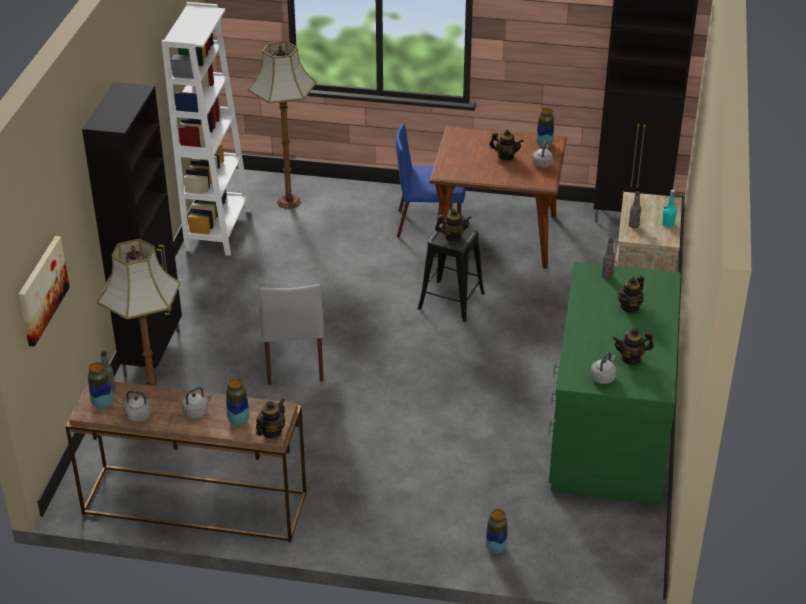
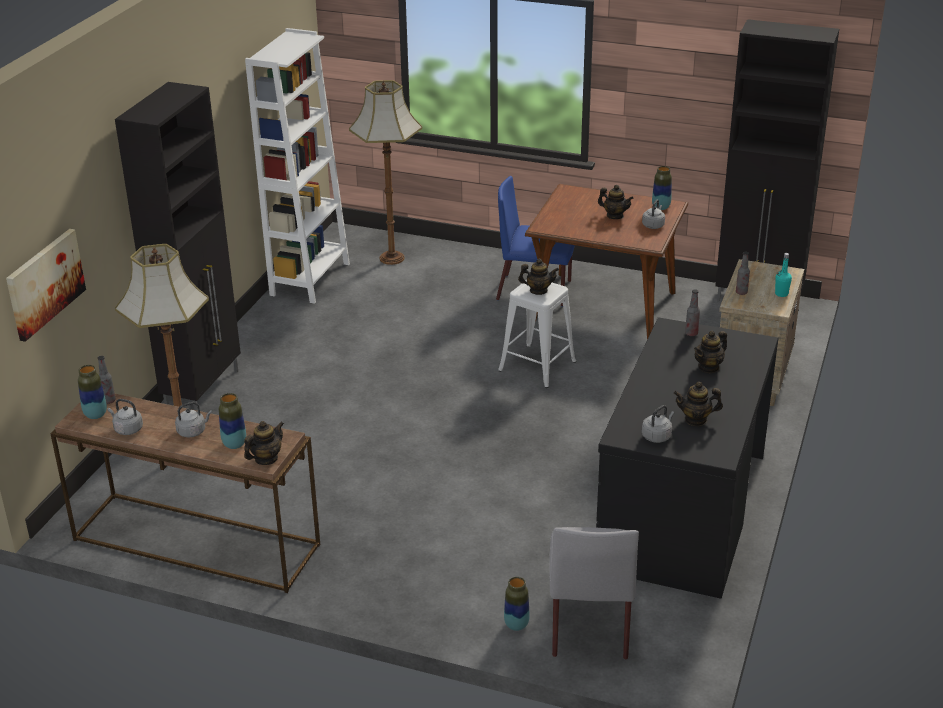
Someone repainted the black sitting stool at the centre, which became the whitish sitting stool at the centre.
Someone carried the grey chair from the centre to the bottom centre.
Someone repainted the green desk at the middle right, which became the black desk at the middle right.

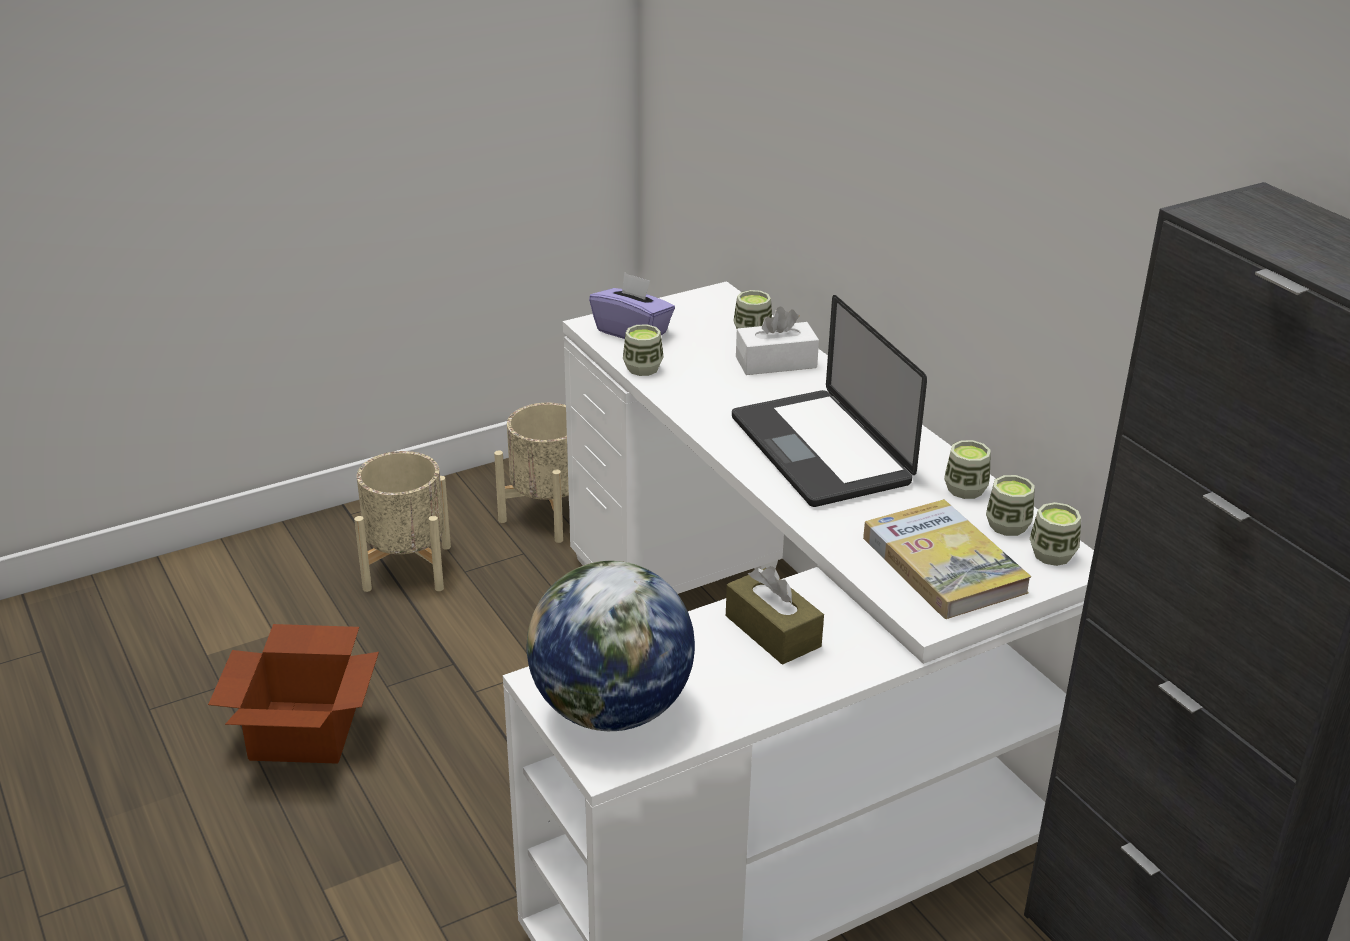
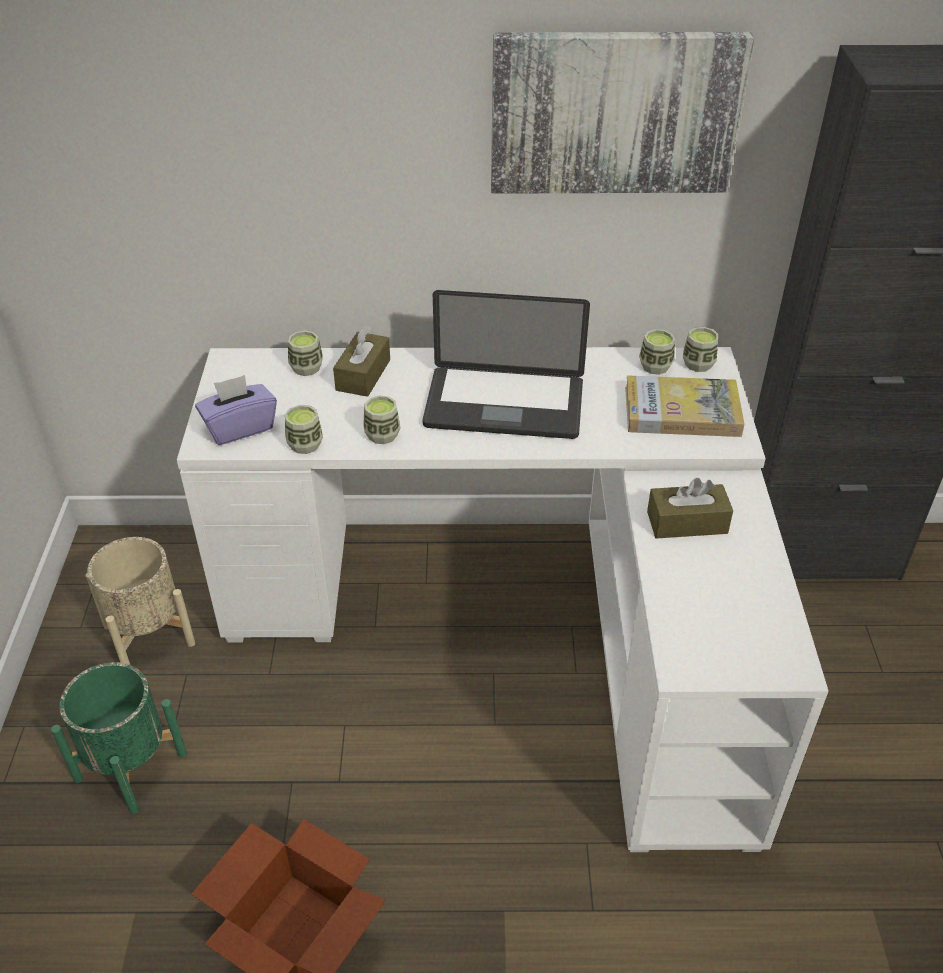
Someone repainted the sand-coloured flower pot (1st from left) at the middle left, which became the green flower pot at the bottom left.
Someone repainted the whitish tissue box at the centre, which became the brownish tissue box (1st from left) at the centre.
Someone carried the cup (3rd from left) from the middle right to the centre.
Someone put up the picture at the top centre.
Someone took away the globe at the bottom centre.

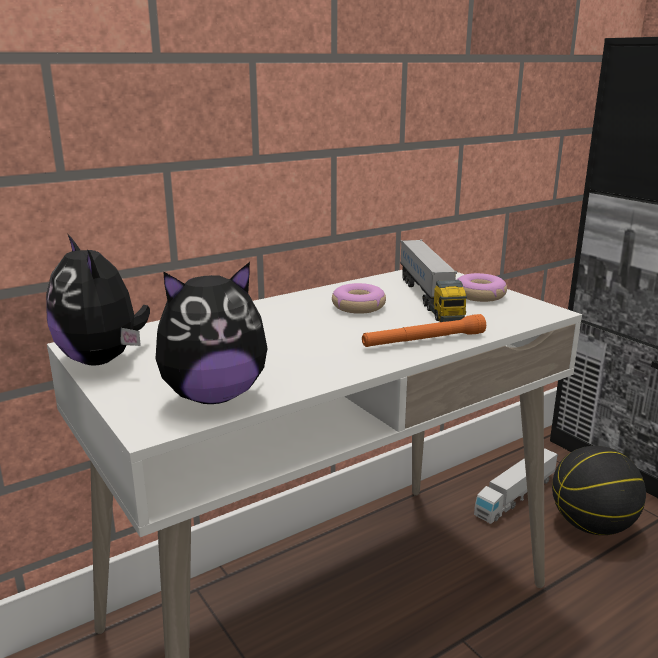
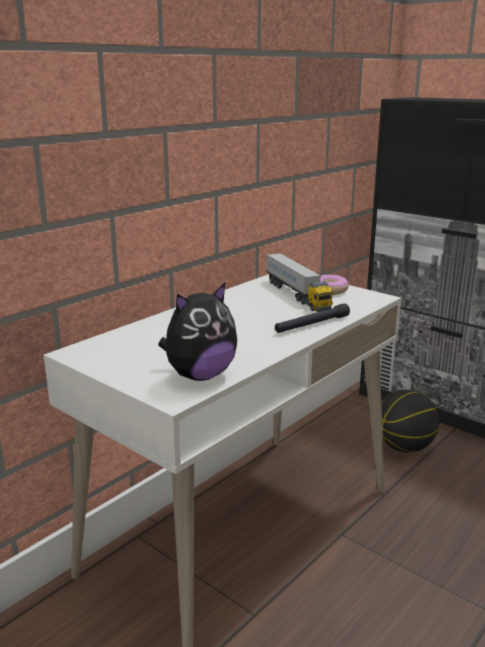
Someone repainted the orangey hand torch at the centre, which became the black hand torch at the centre.
Someone took away the cuddly toy (1st from left) at the middle left.
Someone took away the ring doughnut (1st from left) at the centre.
Someone took away the toy lorry (2nd from left) at the bottom right.

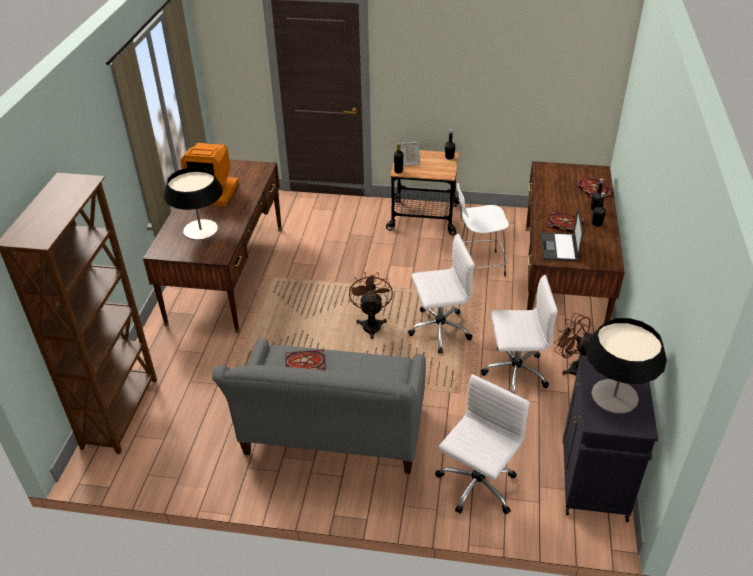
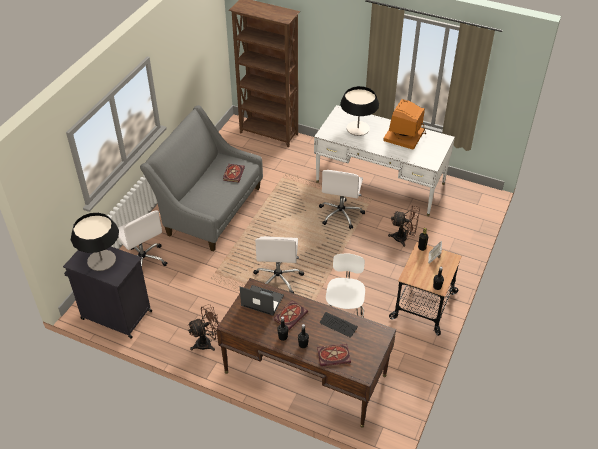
Someone repainted the brownish desk (1st from left) at the middle left, which became the whitish desk at the centre.
Someone carried the whitish desk chair (3rd from left) from the middle right to the centre.
Someone put down the computer keyboard at the bottom centre.
Someone carried the brownish cooling fan (1st from left in the first image) from the centre to the middle right.

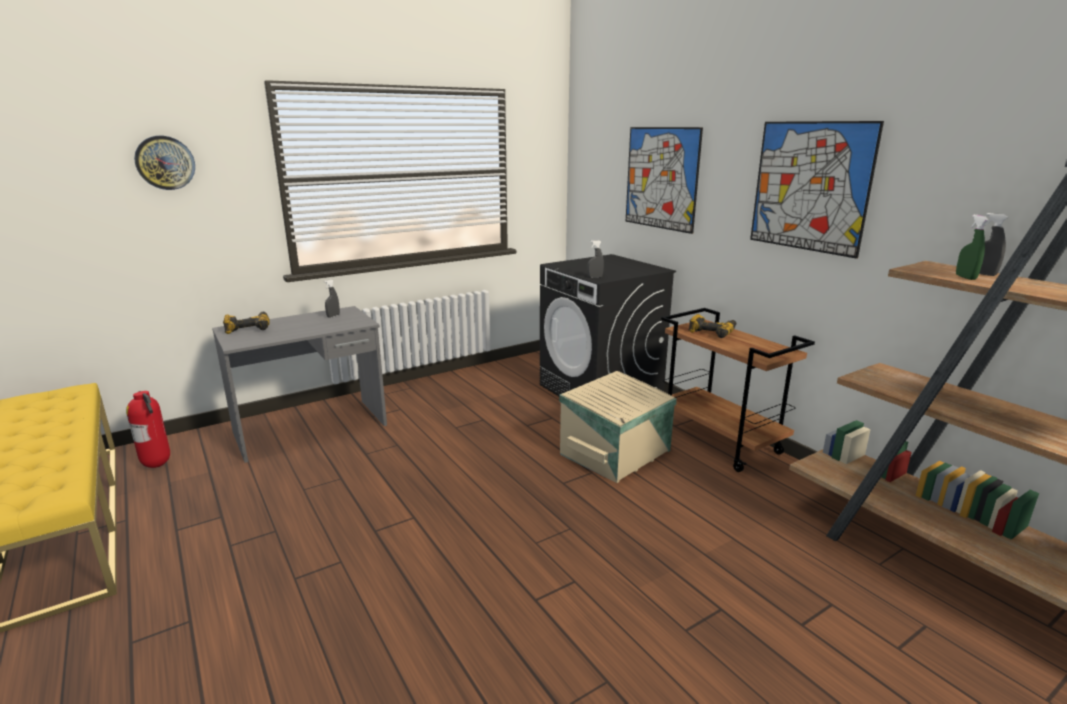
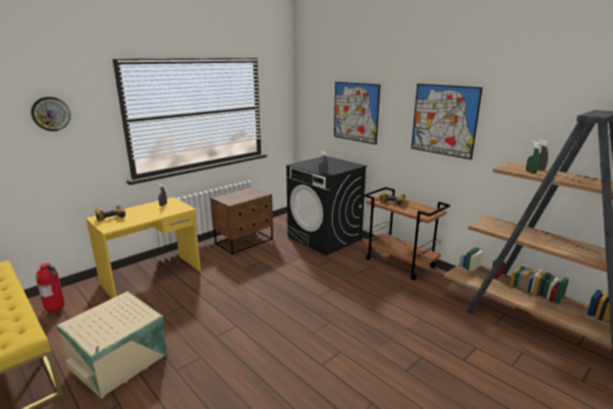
Someone carried the sand-coloured storage container from the centre to the bottom left.
Someone repainted the grey desk at the middle left, which became the yellow desk at the middle left.
Someone put down the brownish bedside table at the centre.

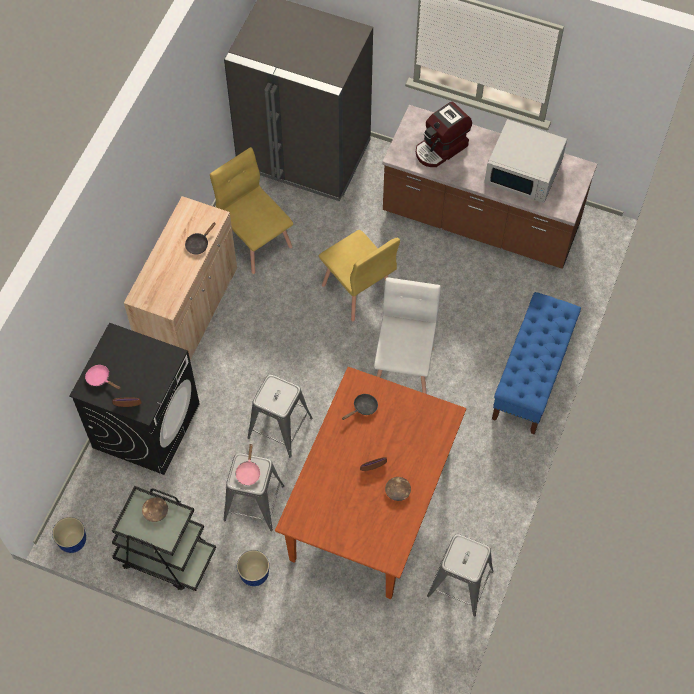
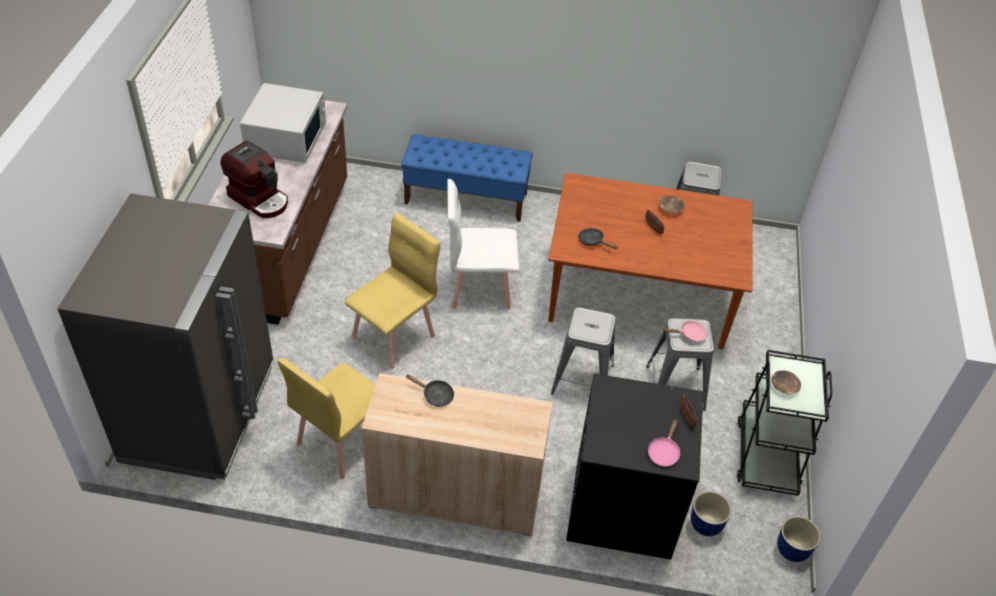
Someone carried the flower pot (2nd from left in the first image) from the bottom centre to the bottom right.

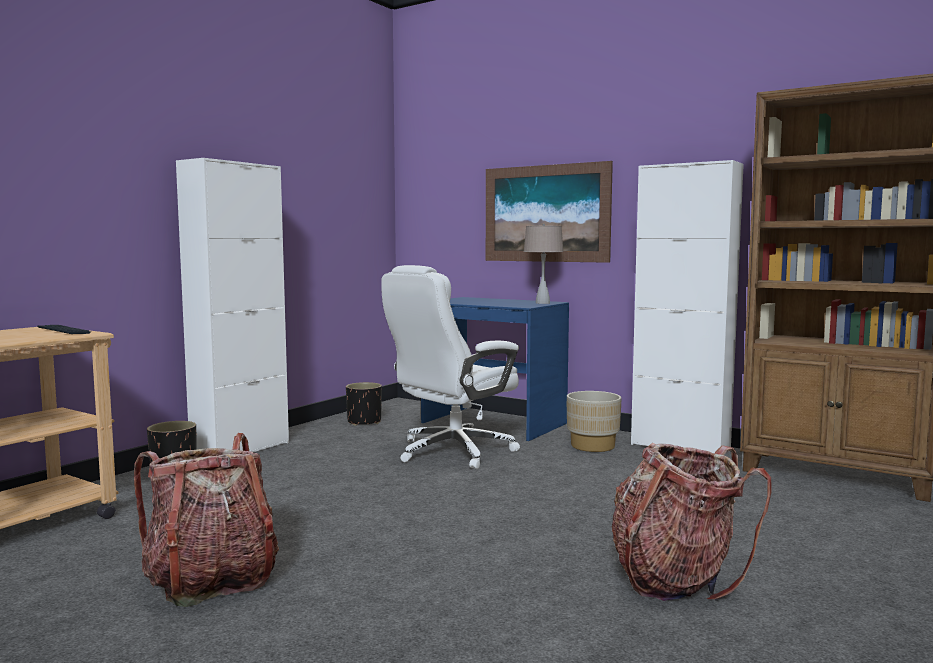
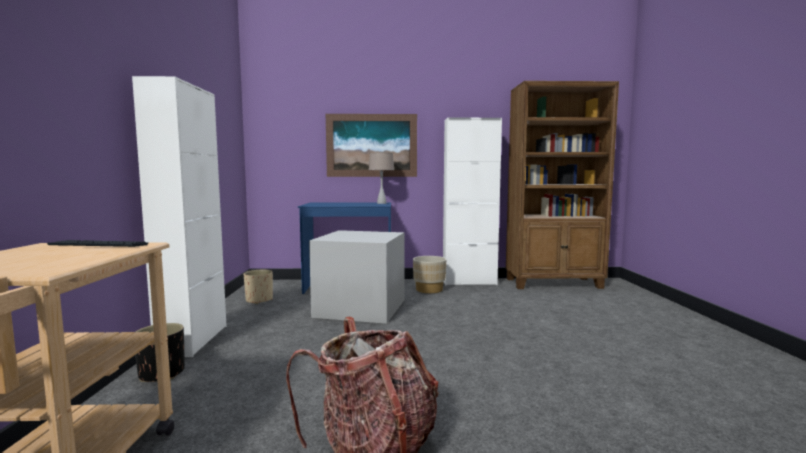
Someone repainted the black flower pot (2nd from left) at the centre, which became the sand-coloured flower pot (1st from left) at the middle left.
Someone swapped the whitish desk chair at the centre for the grey storage container at the centre.
Someone took away the backpack (2nd from left) at the bottom right.

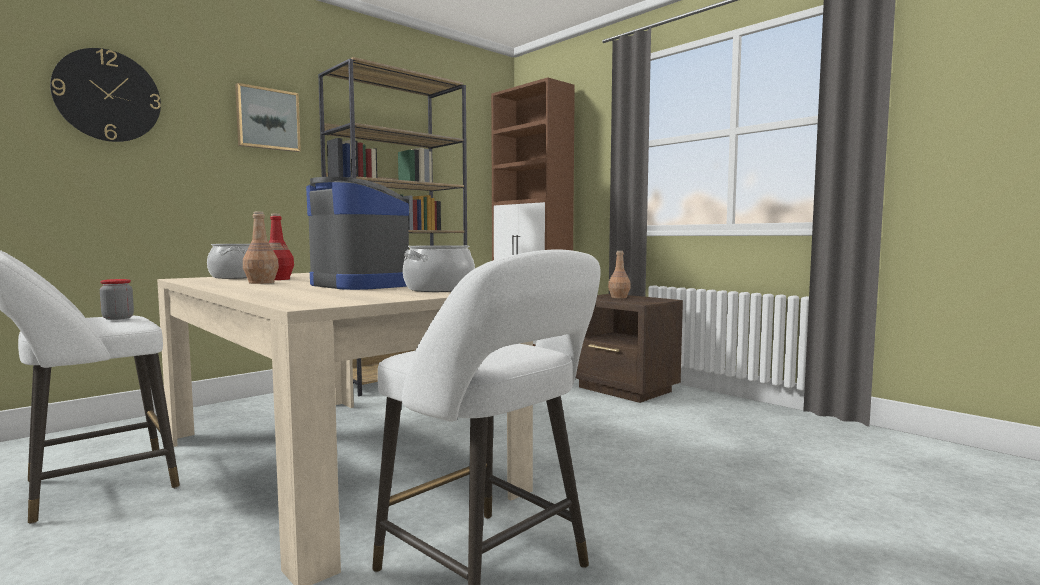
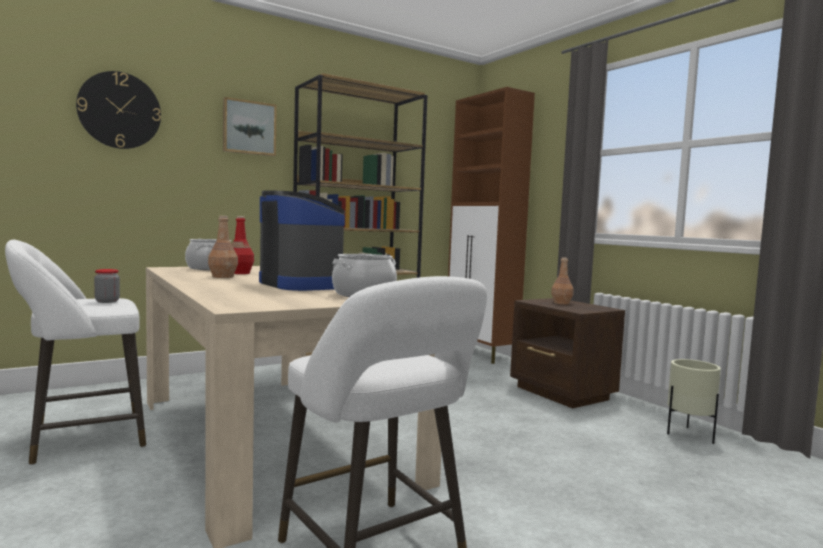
Someone put down the sand-coloured flower pot at the bottom right.

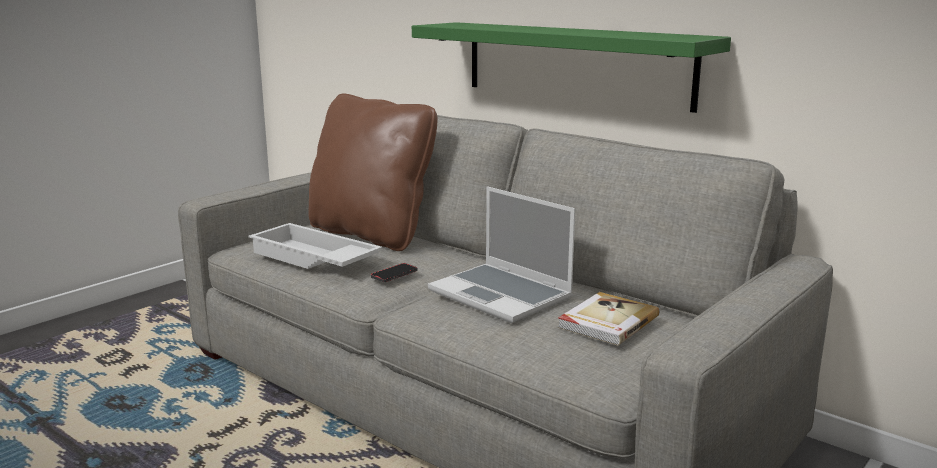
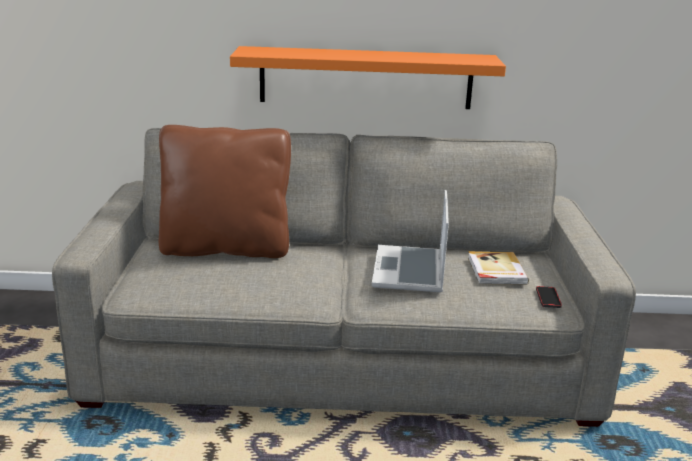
Someone repainted the green shelf at the top centre, which became the orangey shelf at the top centre.
Someone rotated the portable computer at the centre by 90 degrees clockwise.
Someone carried the phone from the centre to the middle right.
Someone took away the whitish carrying tray at the centre.

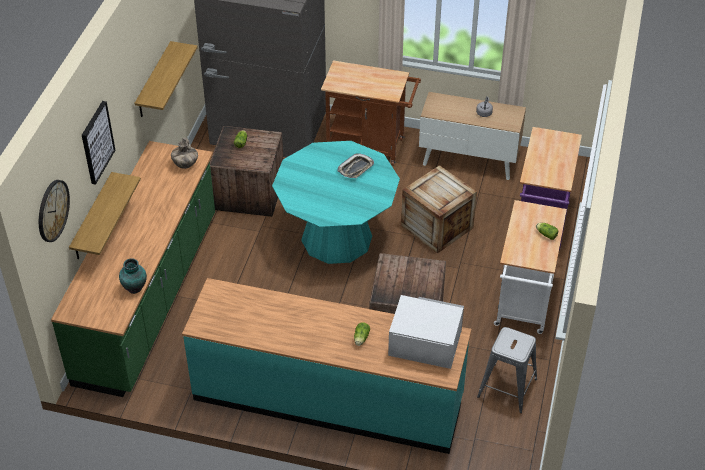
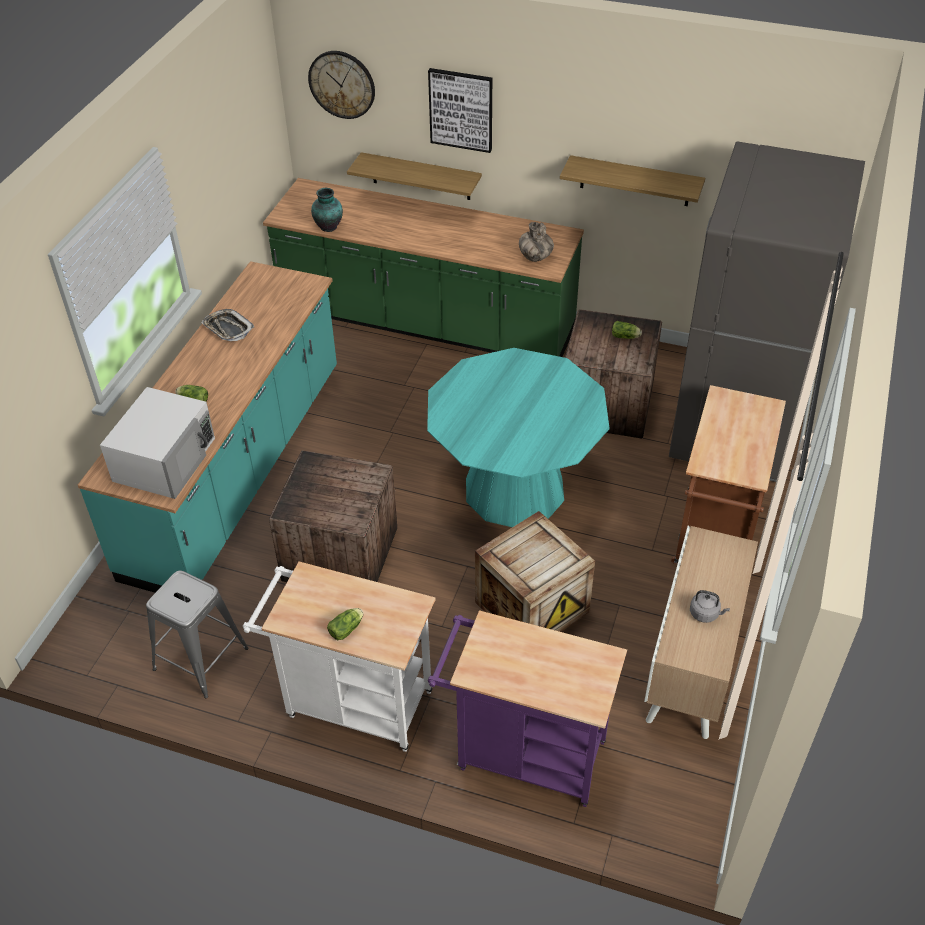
Someone carried the carrying tray from the centre to the middle left.

